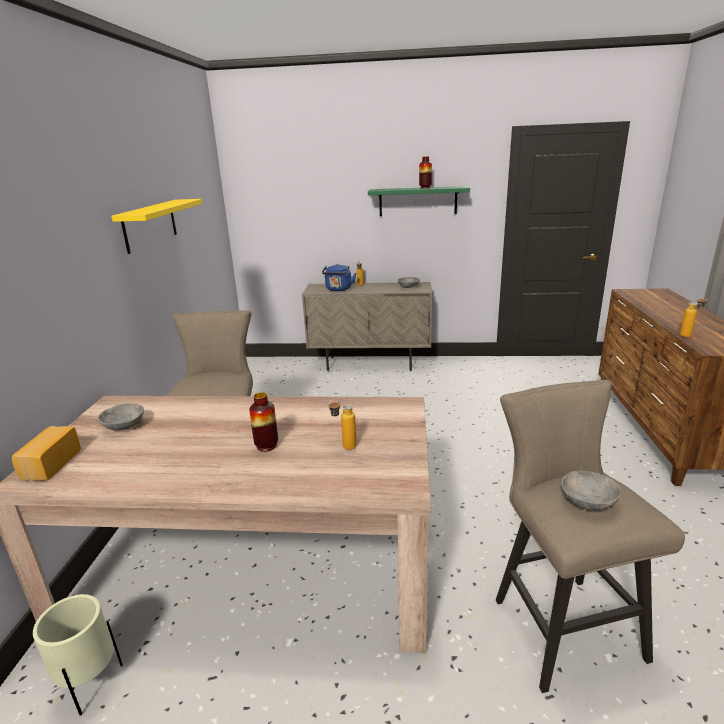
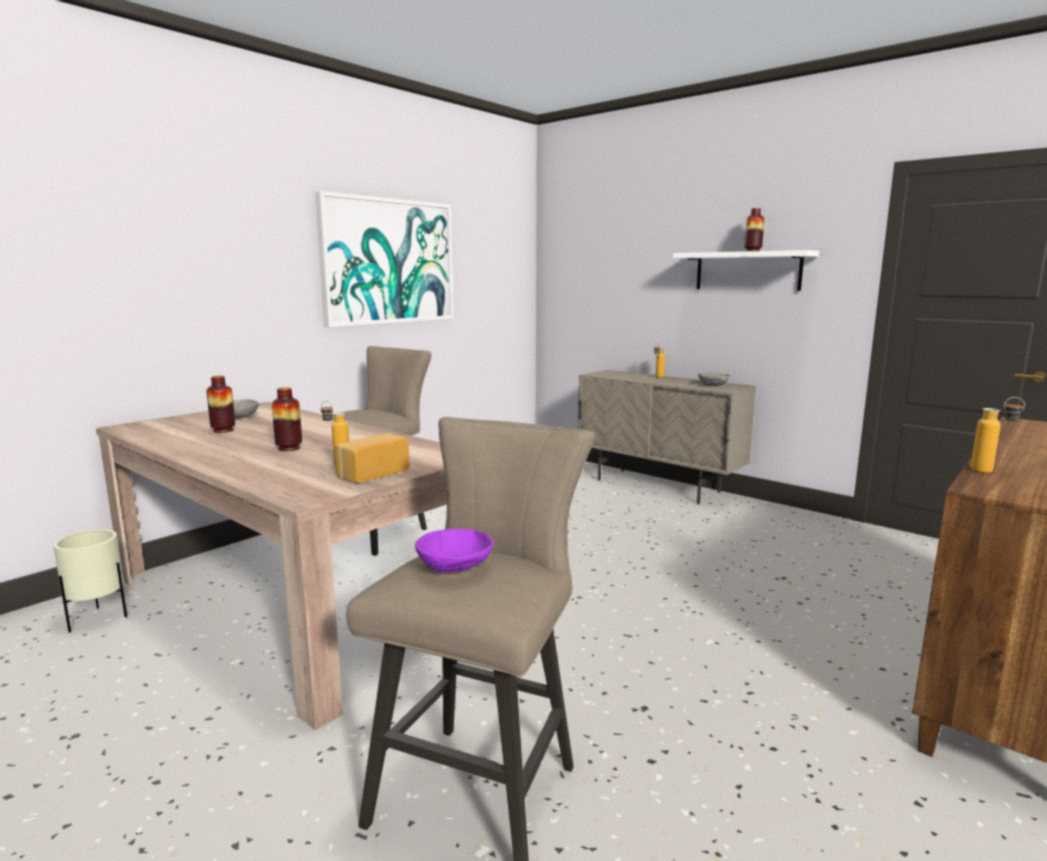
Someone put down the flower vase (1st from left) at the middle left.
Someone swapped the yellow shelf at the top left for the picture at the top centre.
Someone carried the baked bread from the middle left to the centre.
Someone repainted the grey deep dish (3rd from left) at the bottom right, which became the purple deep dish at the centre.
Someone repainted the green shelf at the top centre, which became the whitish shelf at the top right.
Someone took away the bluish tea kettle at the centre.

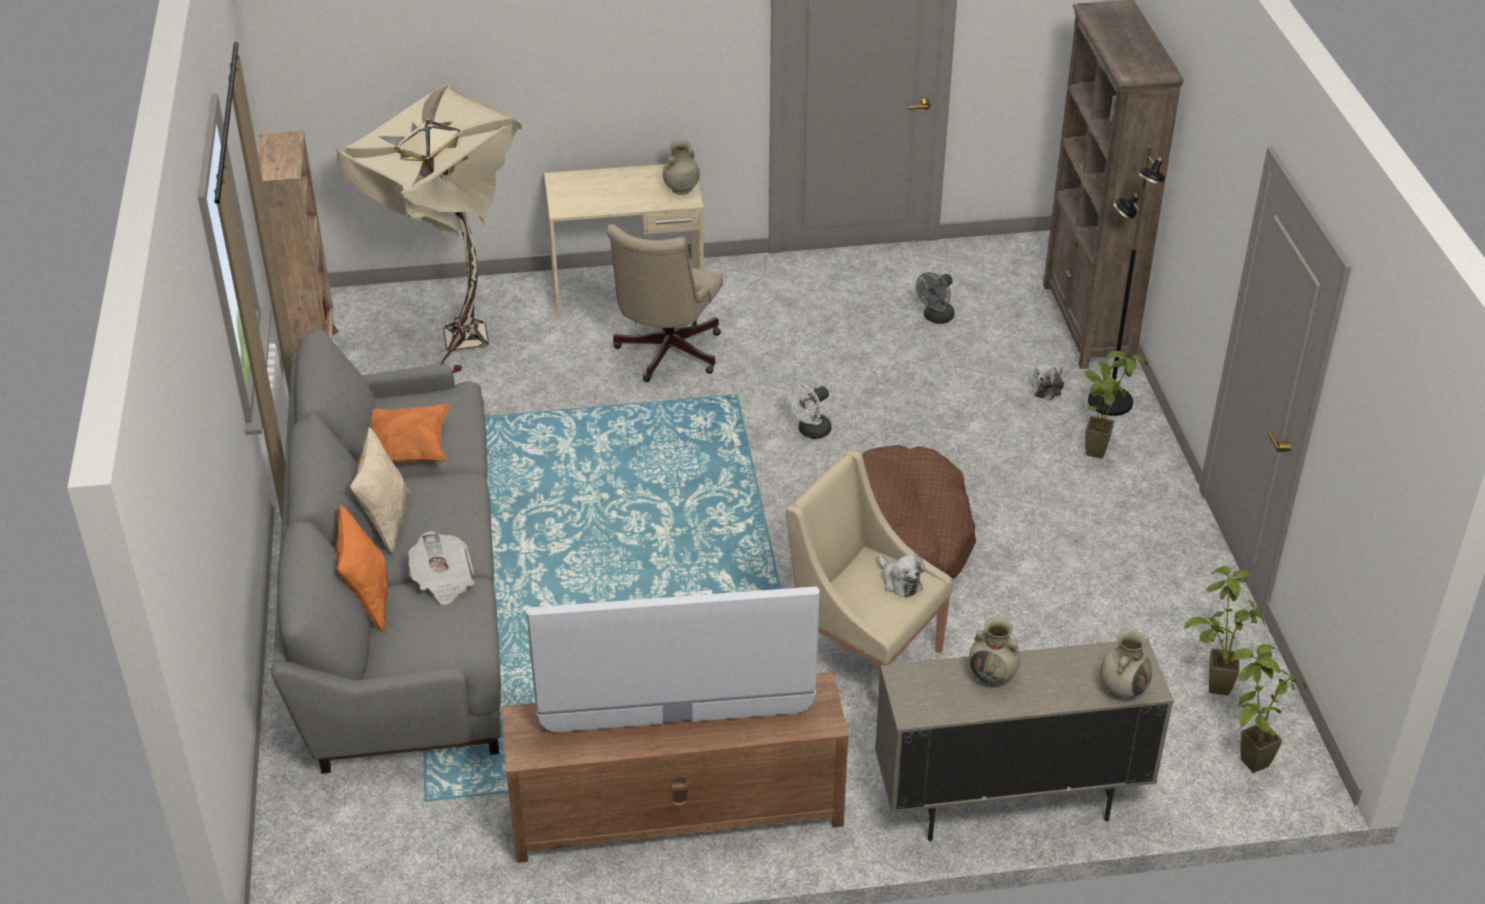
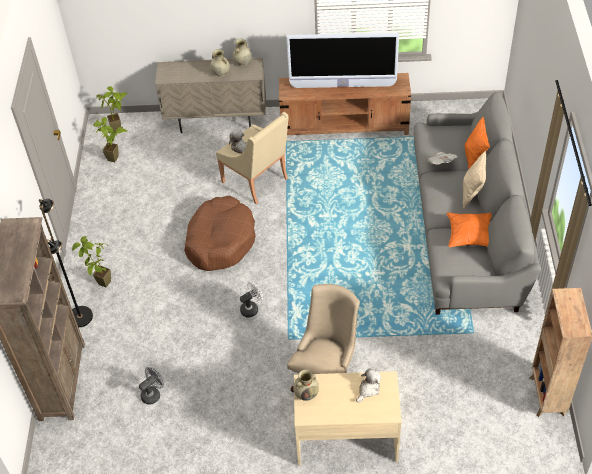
Someone carried the sand-coloured flower vase (3rd from left in the first image) from the bottom right to the top centre.
Someone carried the cuddly toy (2nd from left) from the middle right to the bottom centre.
Someone took away the sand-coloured standing lamp at the top left.

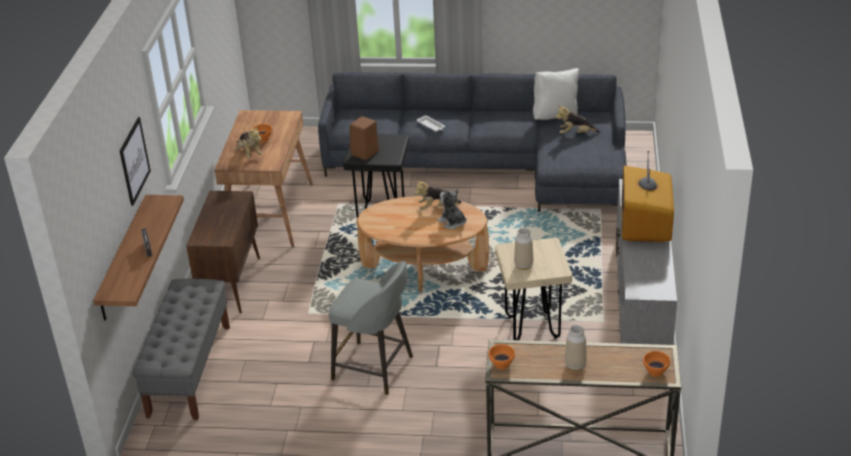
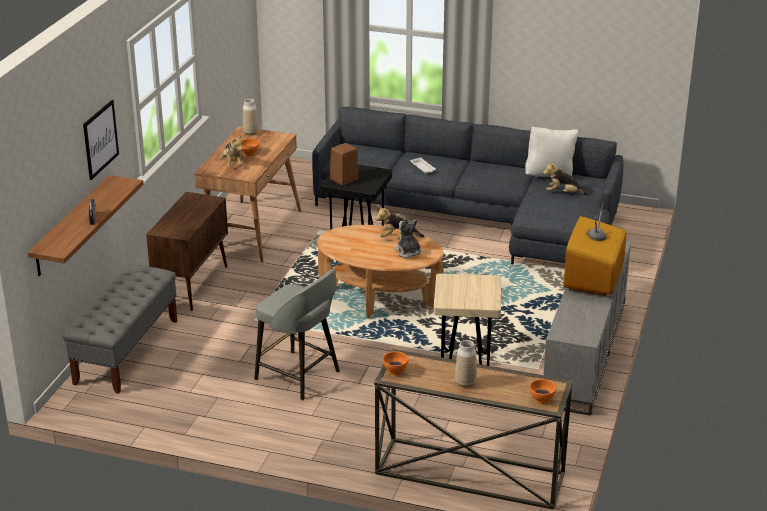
Someone carried the flower vase (1st from left) from the centre to the top left.

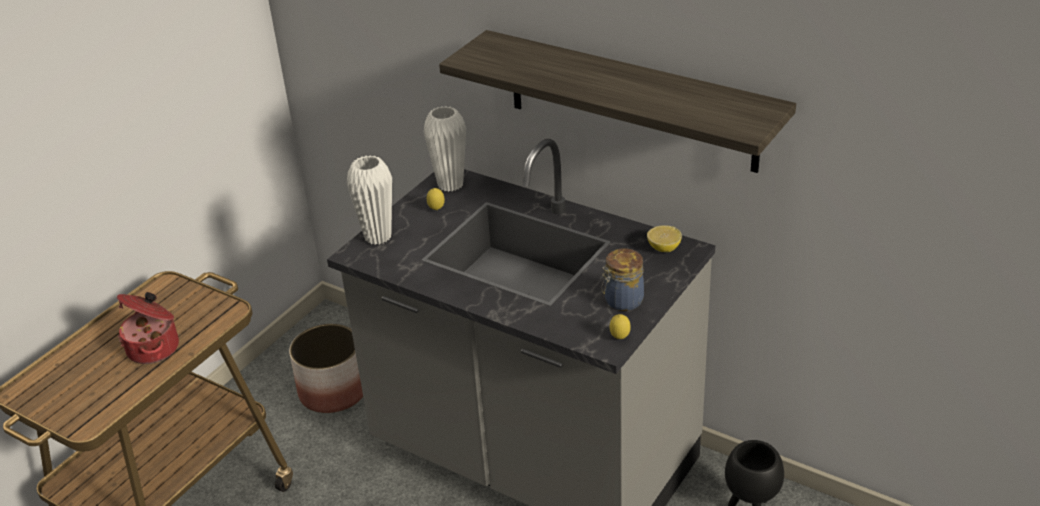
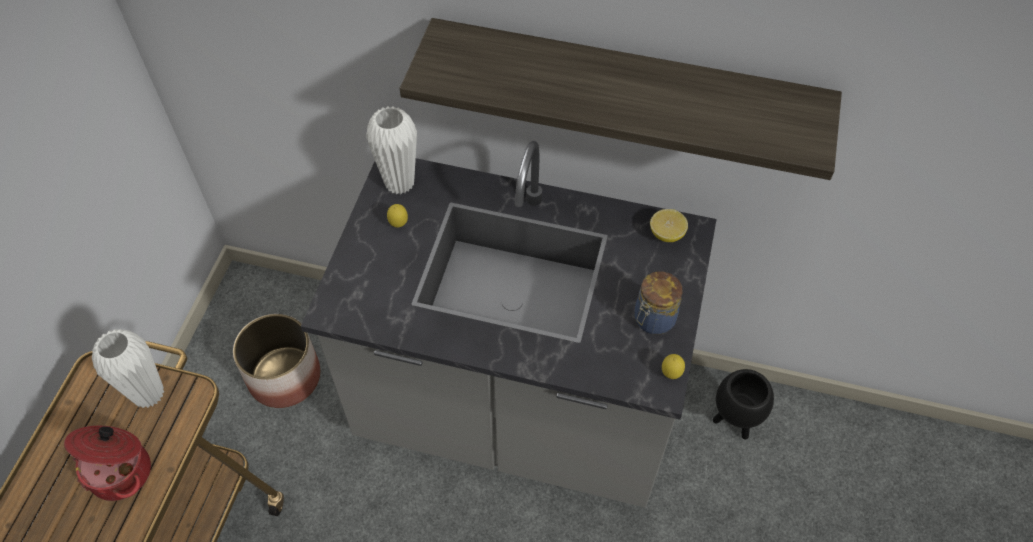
Someone carried the whitish flower vase (1st from left) from the centre to the bottom left.

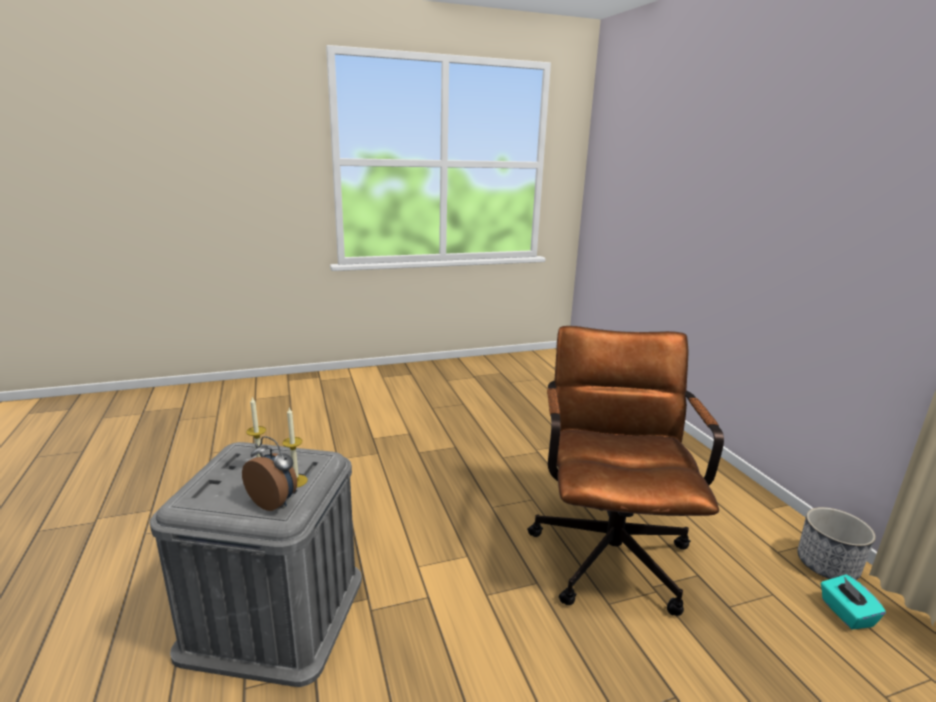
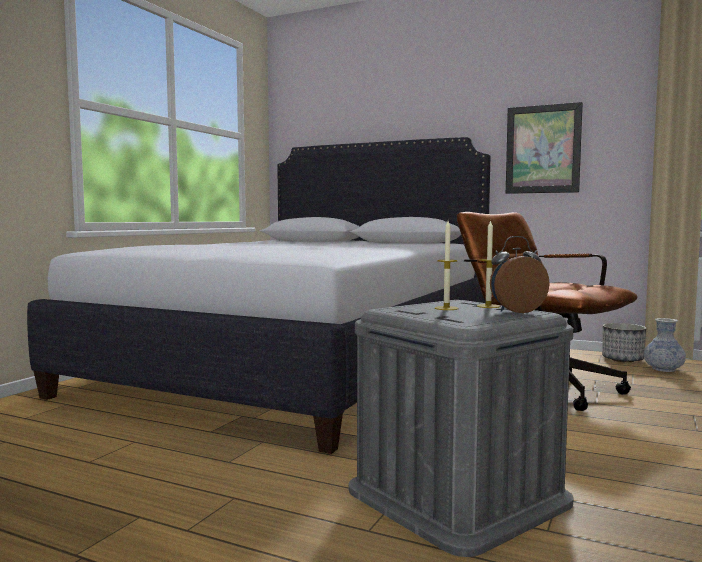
Someone put down the whitish bed at the centre.
Someone put up the picture at the top right.
Someone swapped the blue-green tissue box at the bottom right for the flower vase at the middle right.

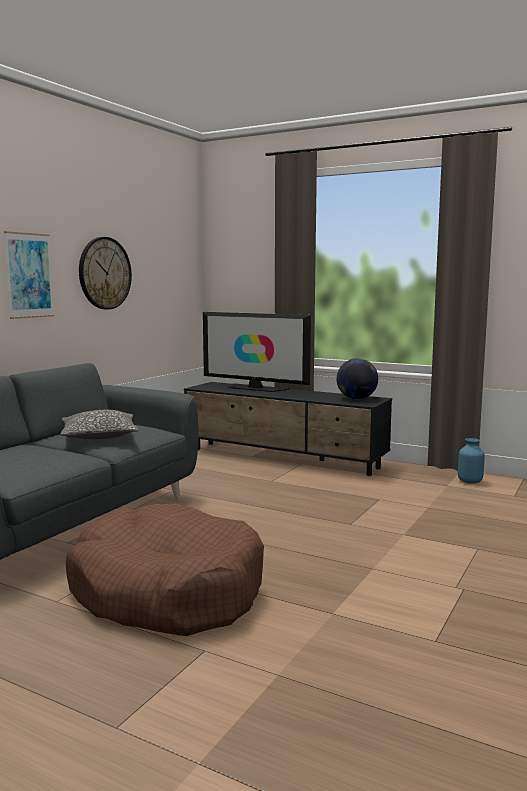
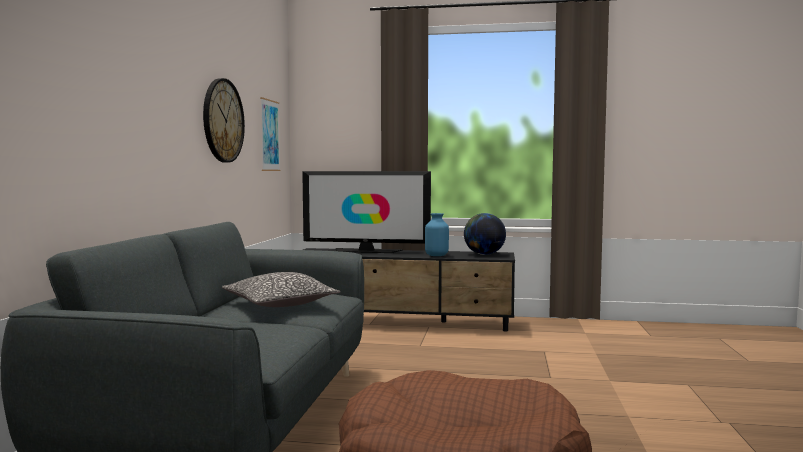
Someone carried the picture from the middle left to the top centre.
Someone carried the bluish flower vase from the middle right to the centre.

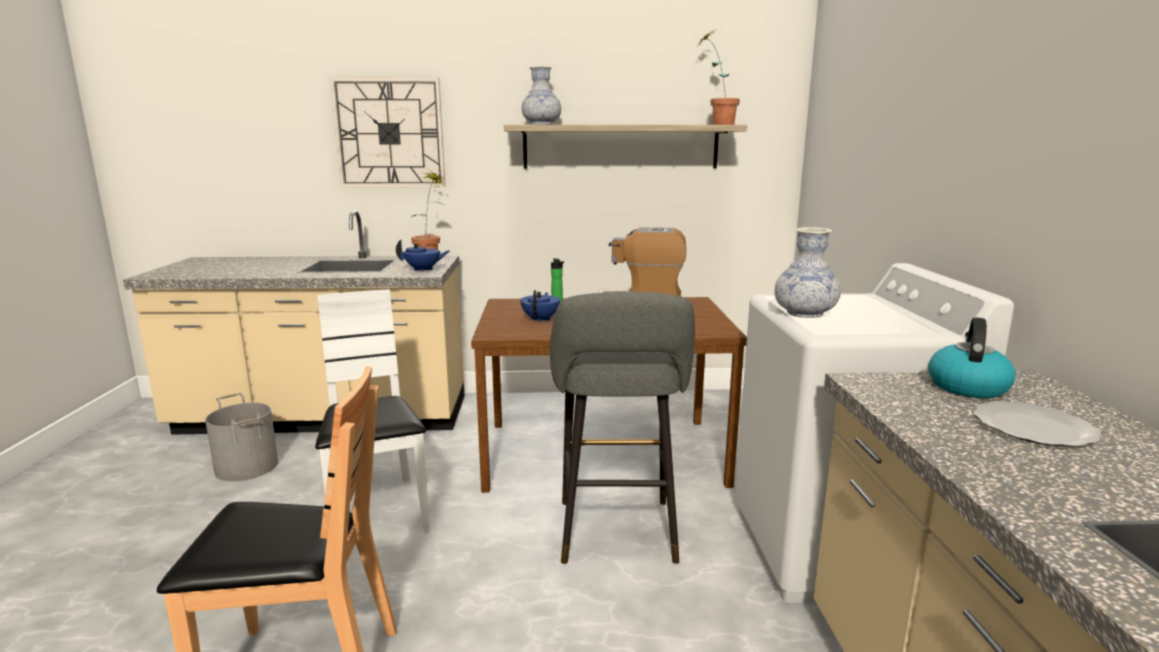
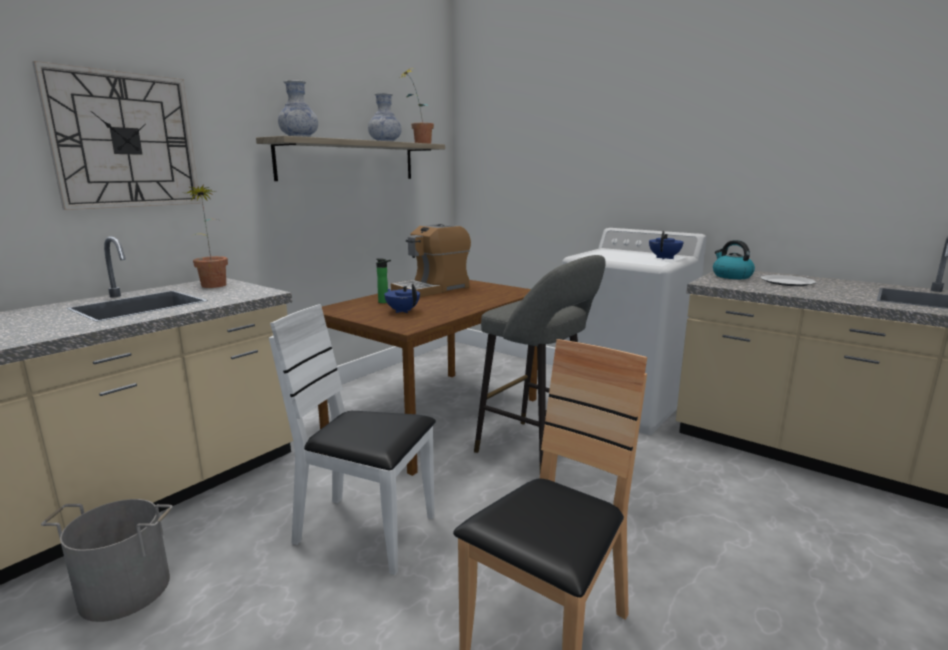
Someone carried the flower vase (2nd from left) from the middle right to the top centre.
Someone carried the bluish pot for tea (1st from left in the first image) from the centre to the middle right.

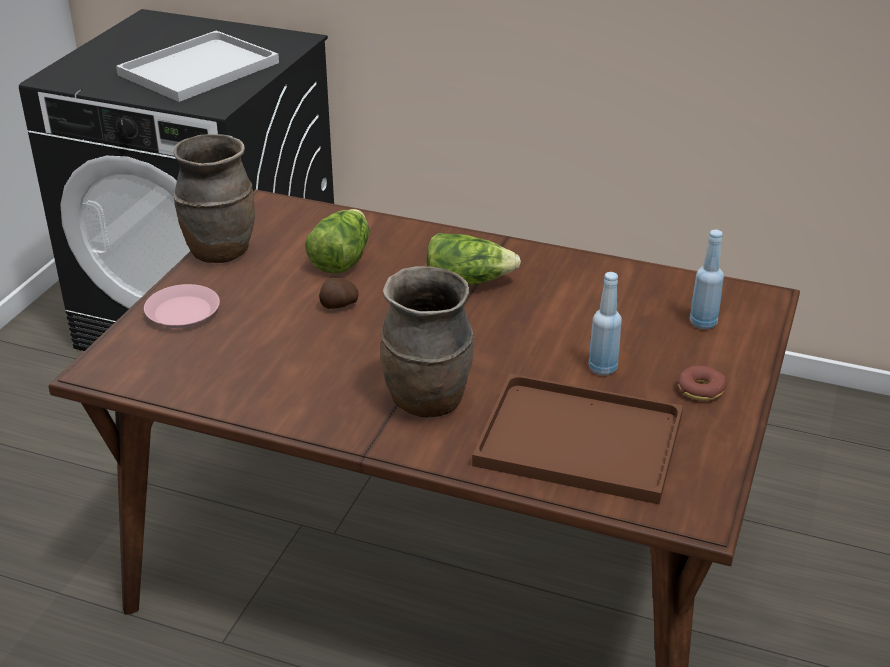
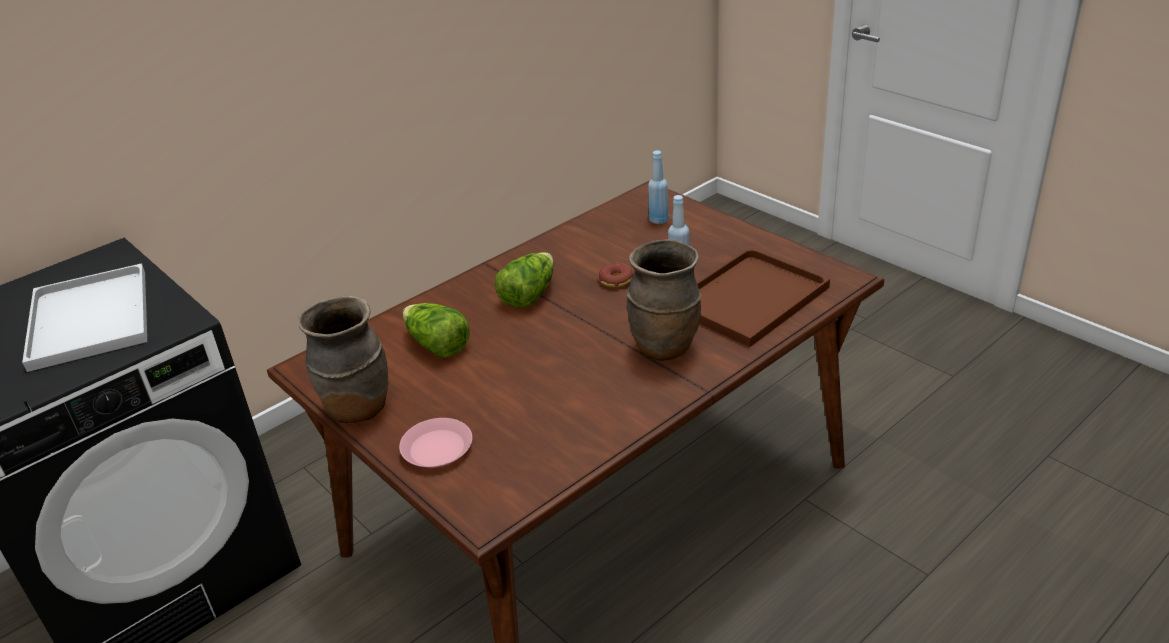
Someone carried the ring doughnut from the middle right to the centre.
Someone took away the spud at the centre.

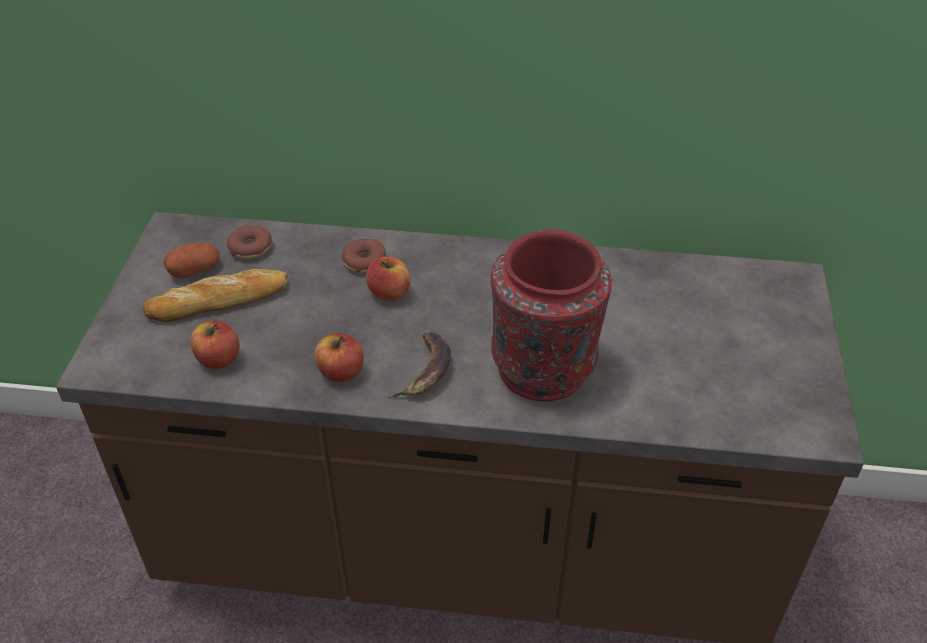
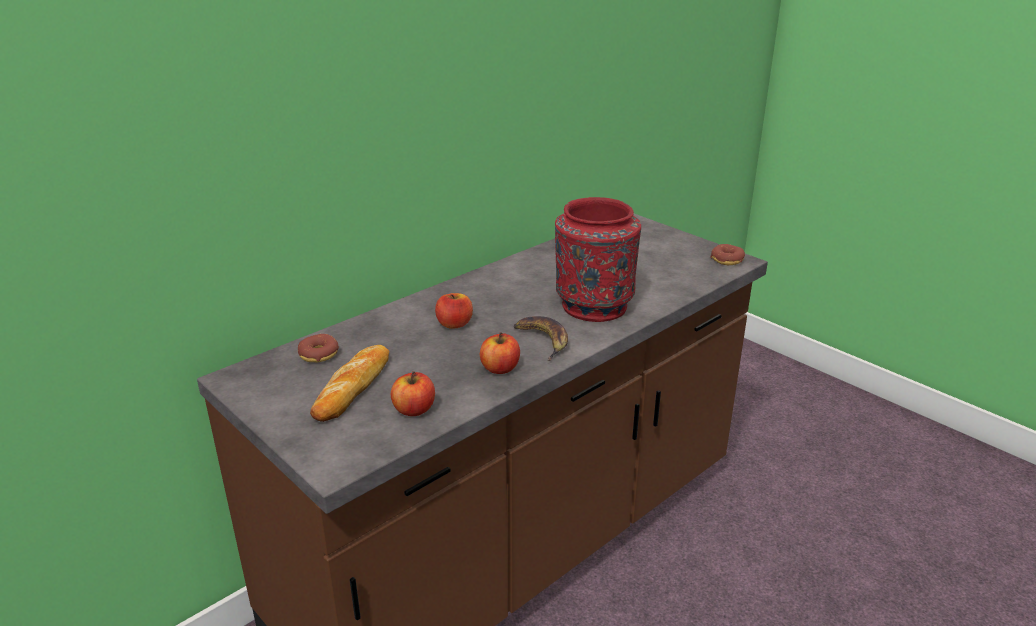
Someone carried the ring doughnut (2nd from left) from the centre to the middle right.
Someone took away the spud at the middle left.

